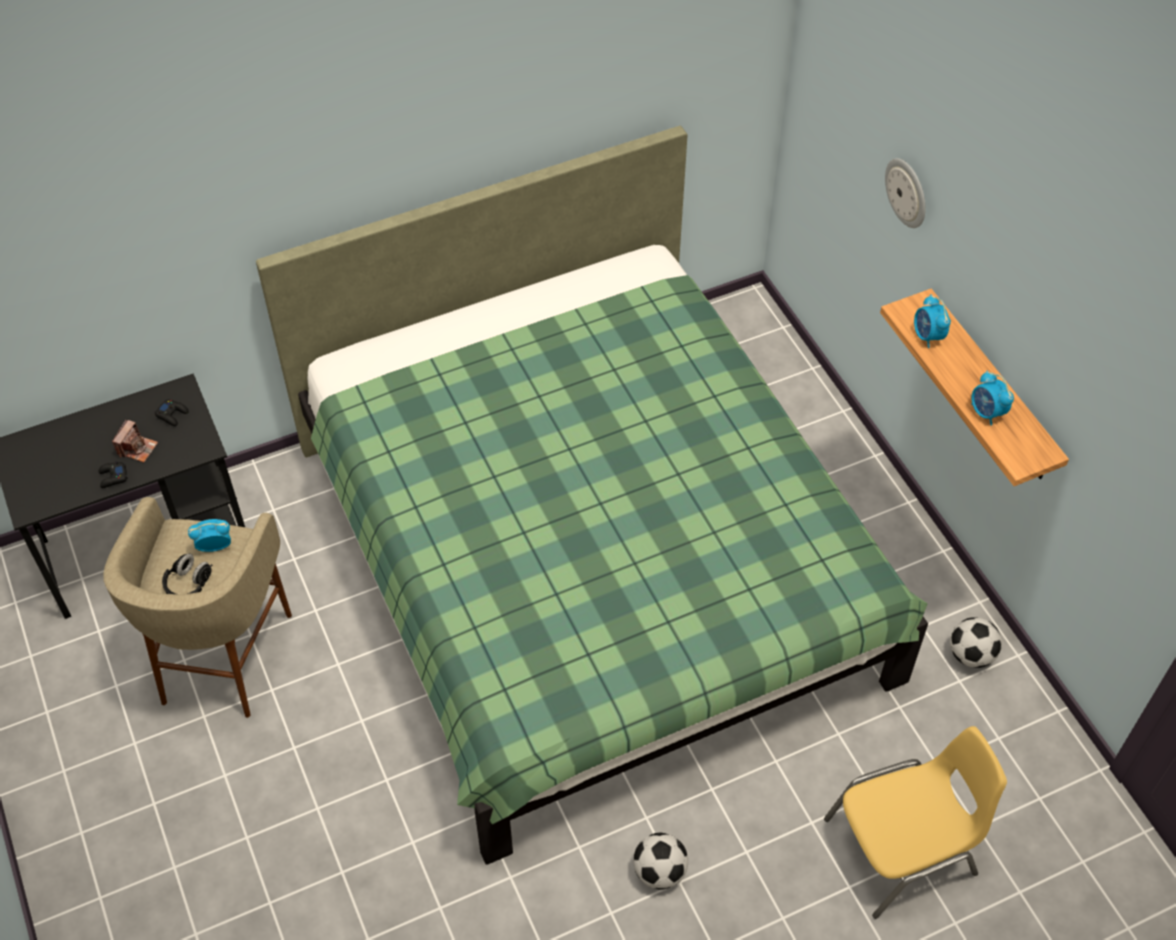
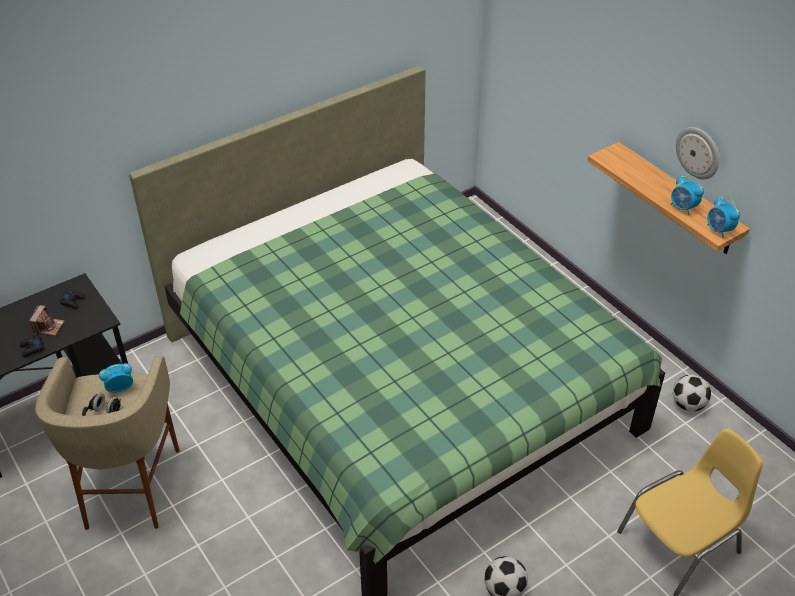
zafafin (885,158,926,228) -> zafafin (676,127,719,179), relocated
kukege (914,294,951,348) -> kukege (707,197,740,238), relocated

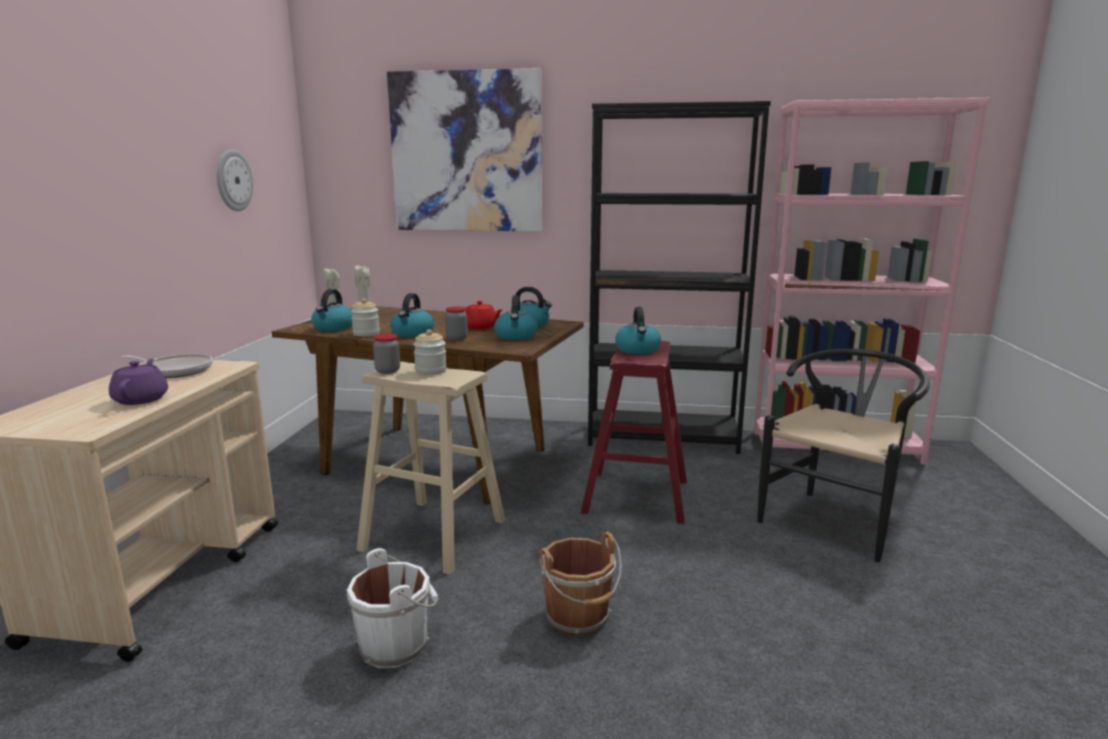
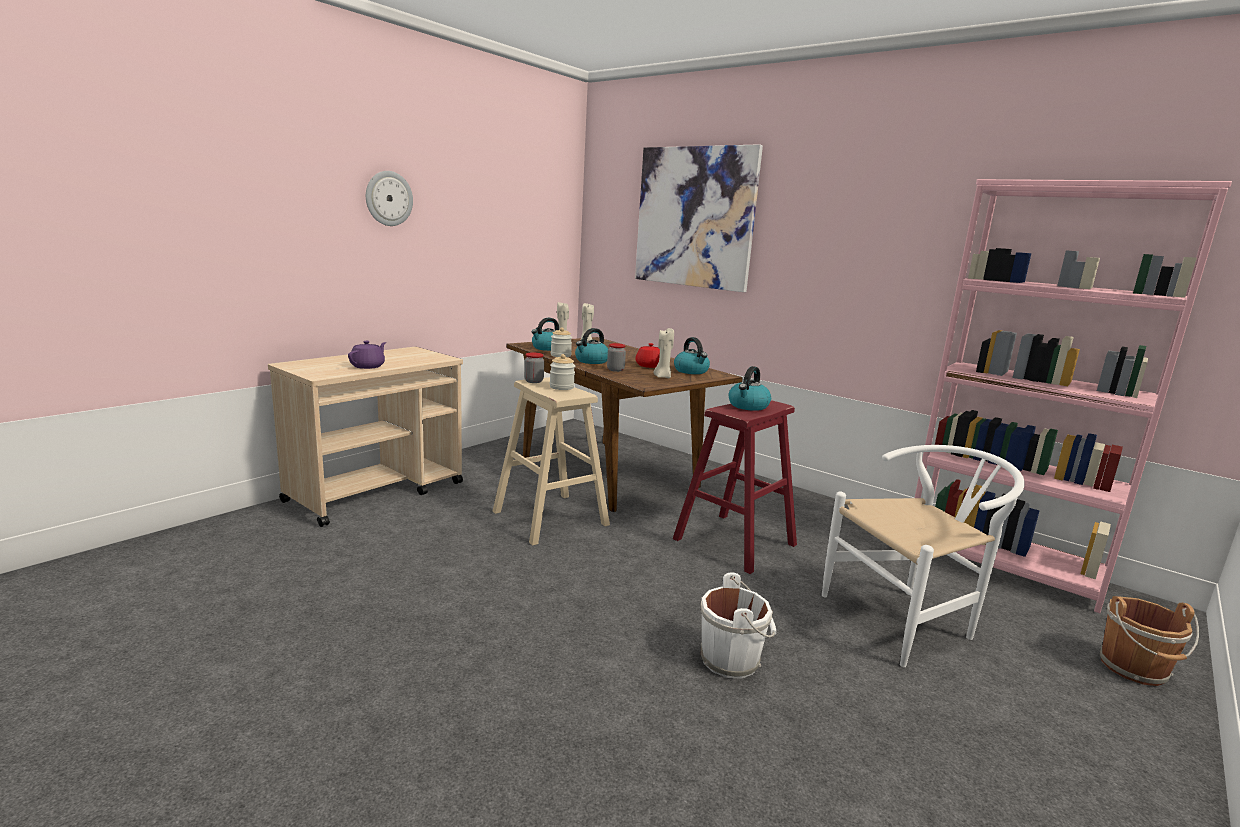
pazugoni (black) (588,101,771,454) -> none
zafafin (217,149,253,211) -> zafafin (366,171,413,226), relocated
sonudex (494,295,538,340) -> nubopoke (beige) (653,328,674,378)
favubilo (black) (757,349,930,562) -> favubilo (white) (822,445,1025,667)
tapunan (122,354,213,378) -> none
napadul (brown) (540,532,622,636) -> napadul (brown) (1100,596,1199,686), relocated
napadul (white) (346,548,438,668) -> napadul (white) (700,572,776,679), relocated

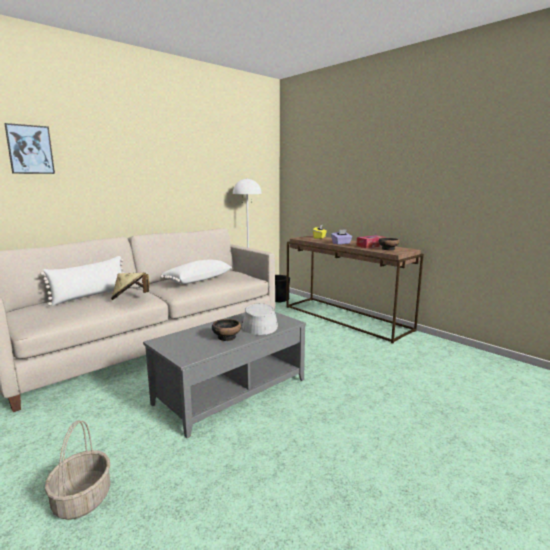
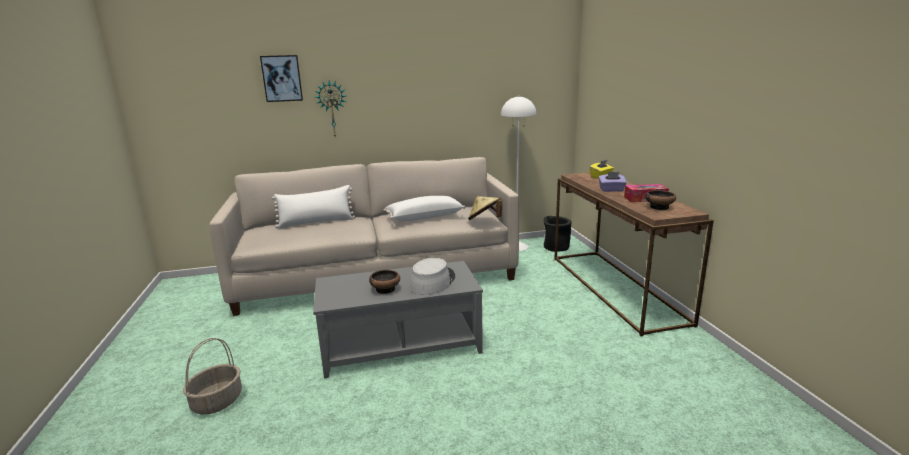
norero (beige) (111,272,149,300) -> norero (beige) (468,196,503,220), relocated
none -> zafafin (315,80,346,136)

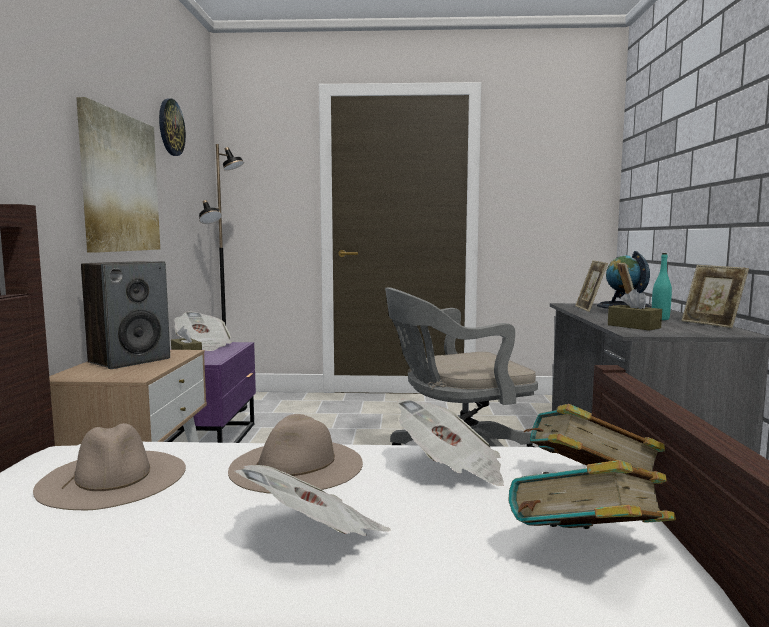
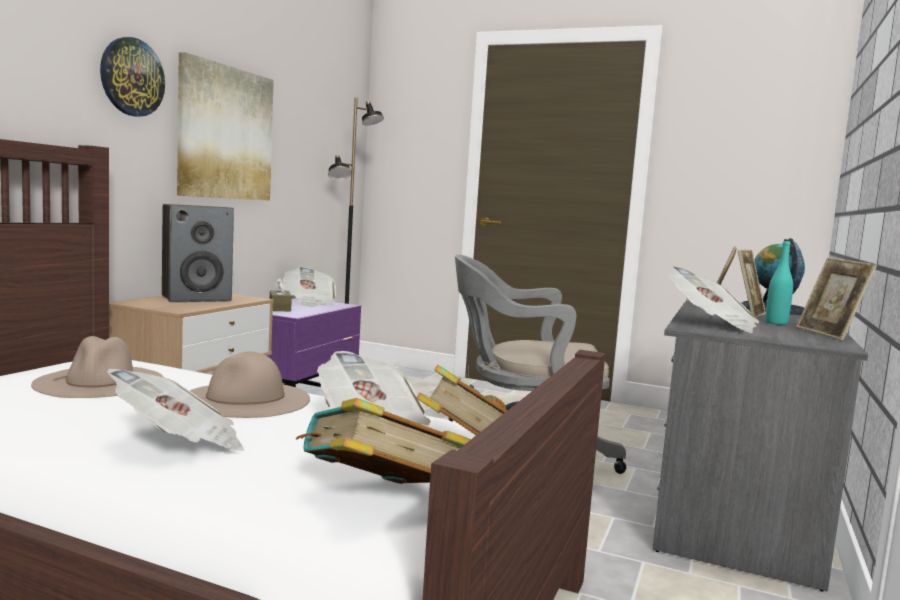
zafafin (159,99,186,156) -> zafafin (100,37,165,117), relocated
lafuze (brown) (608,289,662,331) -> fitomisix (668,266,759,333)

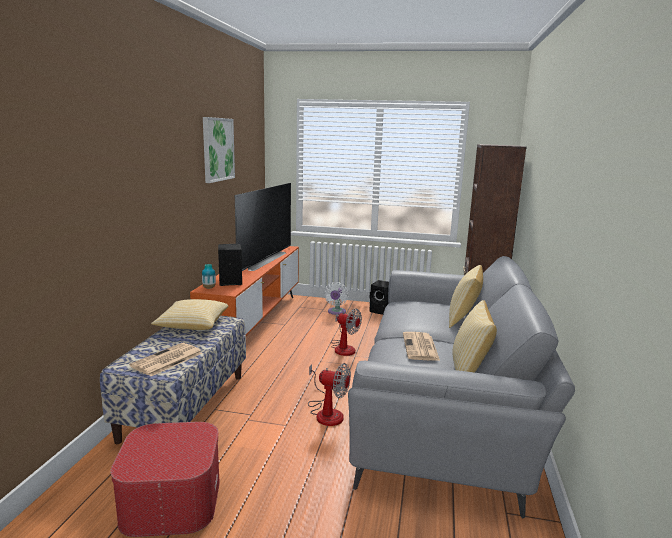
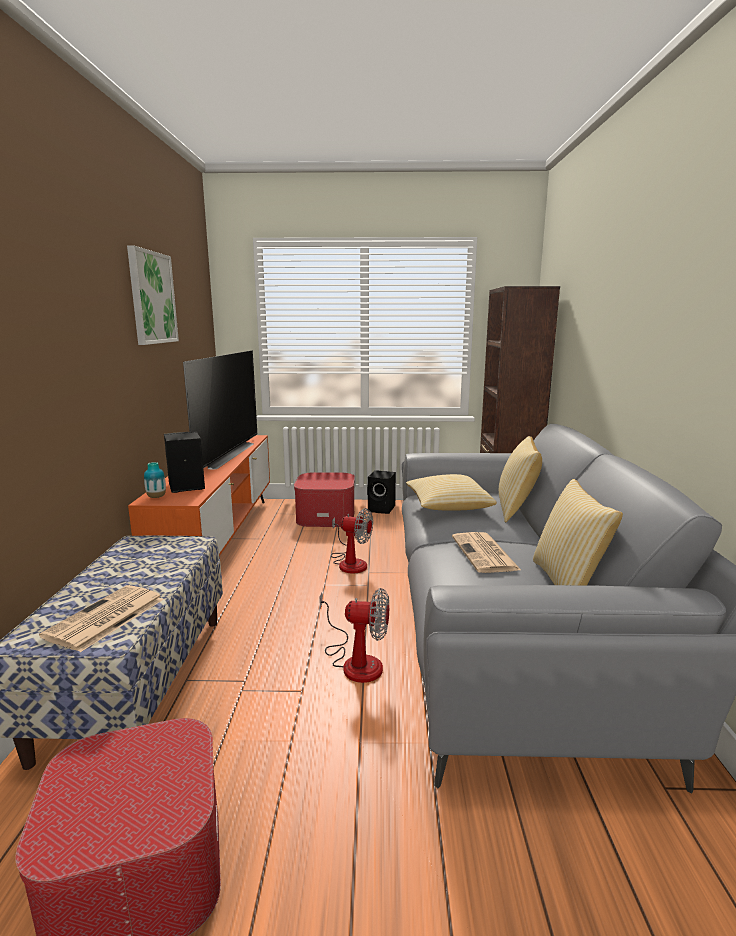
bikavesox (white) (324,282,348,315) -> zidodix (294,472,355,527)
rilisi (151,299,228,330) -> rilisi (406,474,497,510), relocated

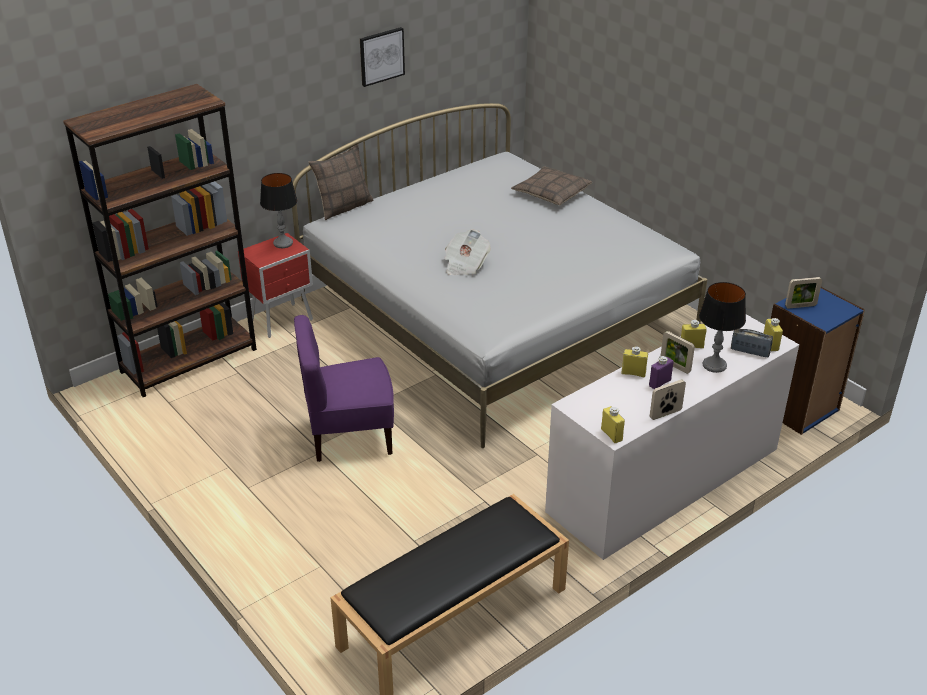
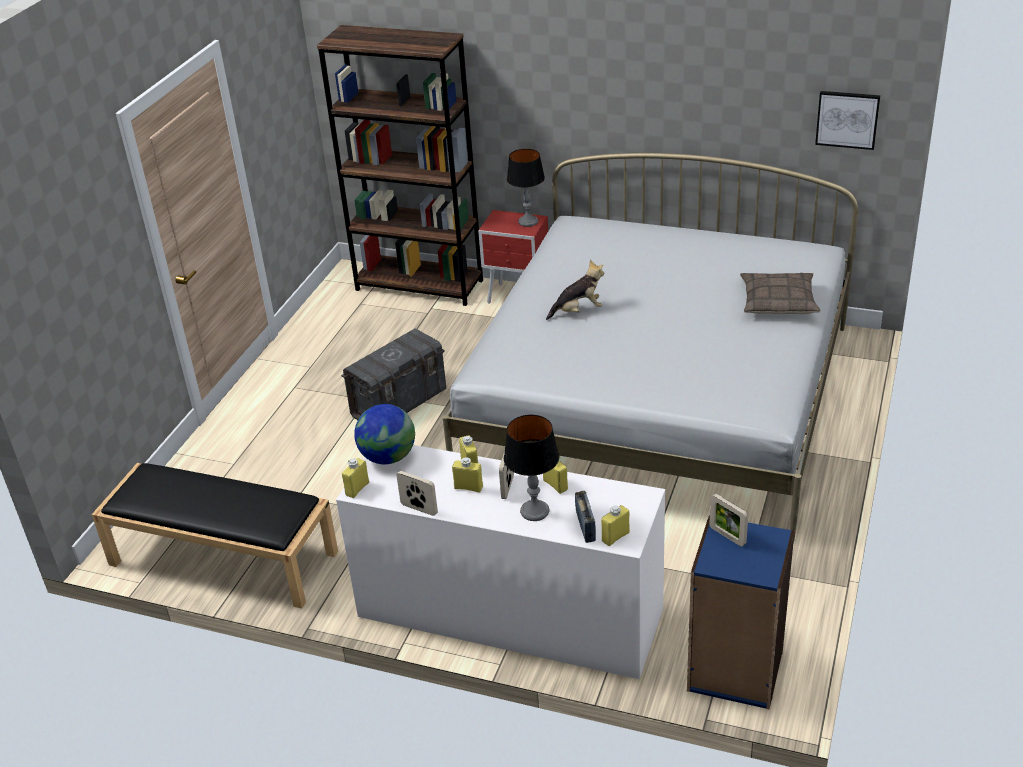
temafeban (360,27,405,87) -> temafeban (815,91,880,150), relocated
rilisi (308,144,373,220) -> none
fitomisix (444,229,491,275) -> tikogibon (546,260,604,320)
favubilo (purple) (294,315,394,462) -> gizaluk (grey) (341,328,446,420)
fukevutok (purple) (649,356,674,389) -> fukevutok (yellow) (452,457,483,493)
none -> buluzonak (354,404,415,464)

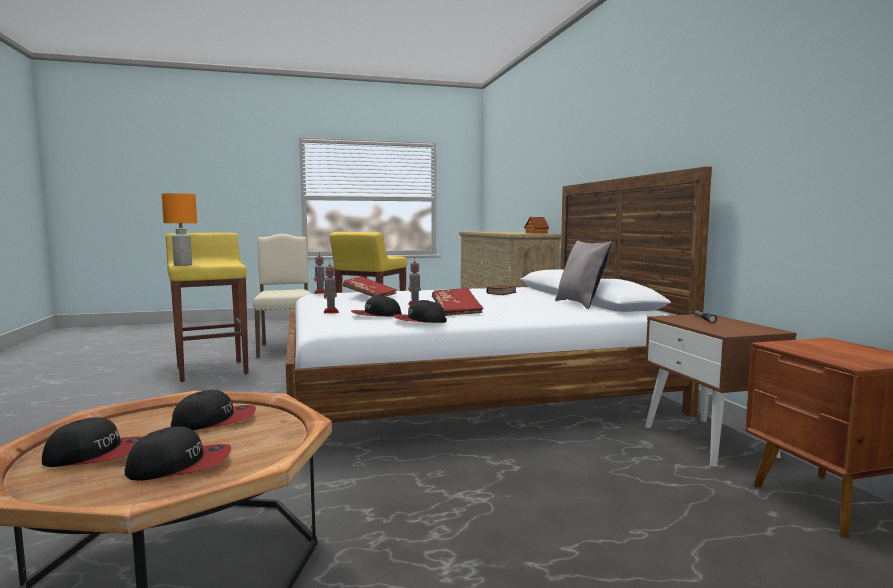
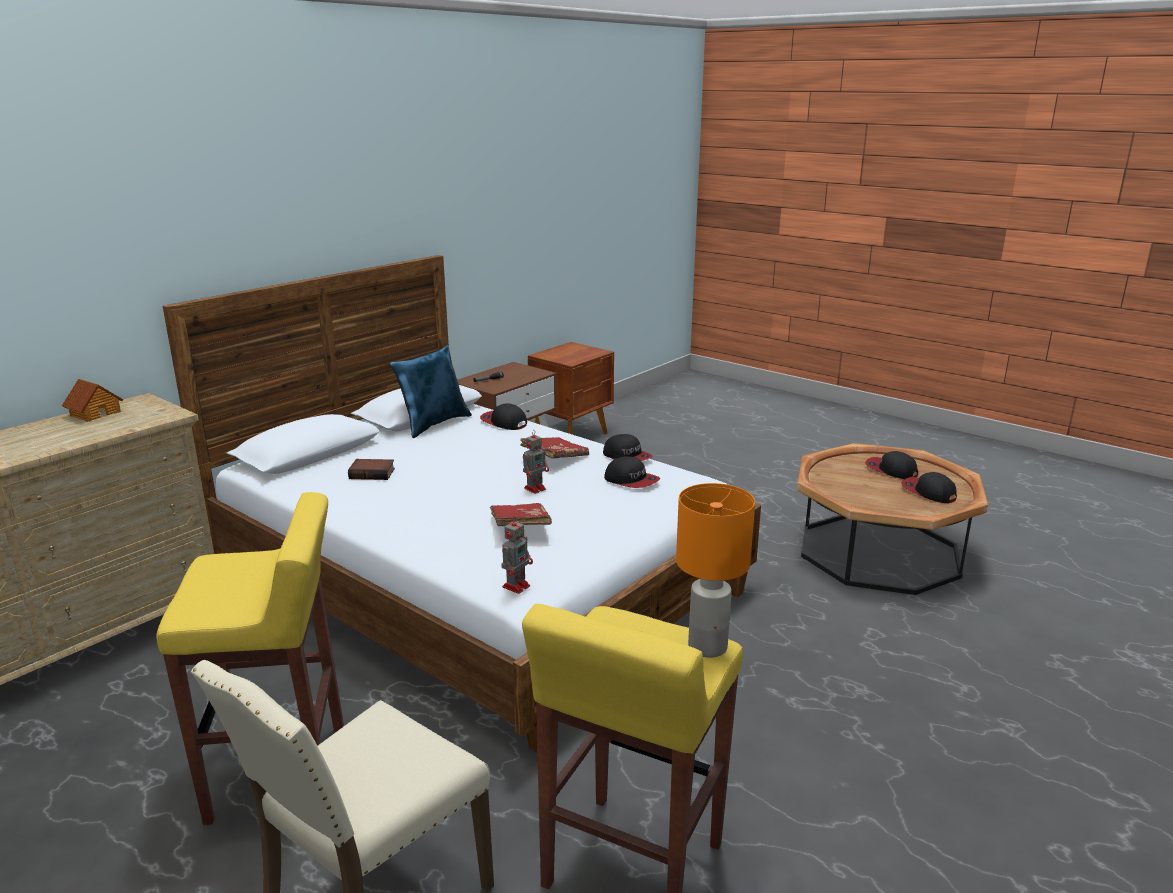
rilisi (grey) (555,241,612,309) -> rilisi (blue) (390,345,472,438)
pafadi (324,264,339,313) -> none
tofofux (171,390,256,430) -> tofofux (480,403,527,430), relocated

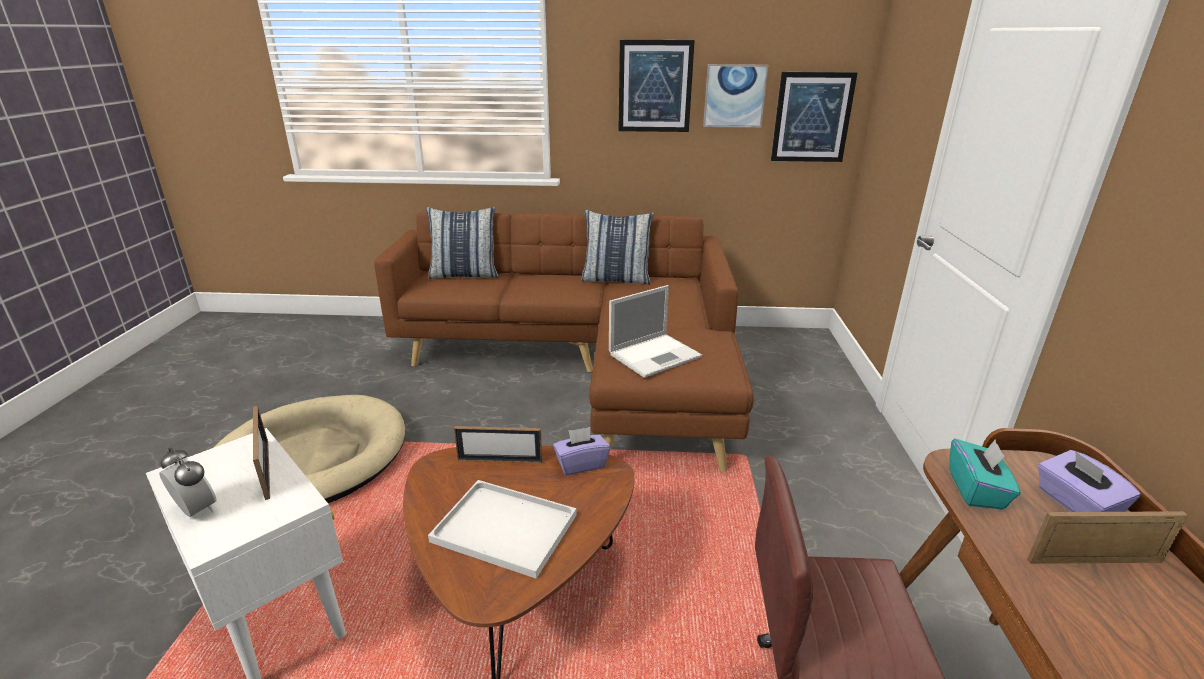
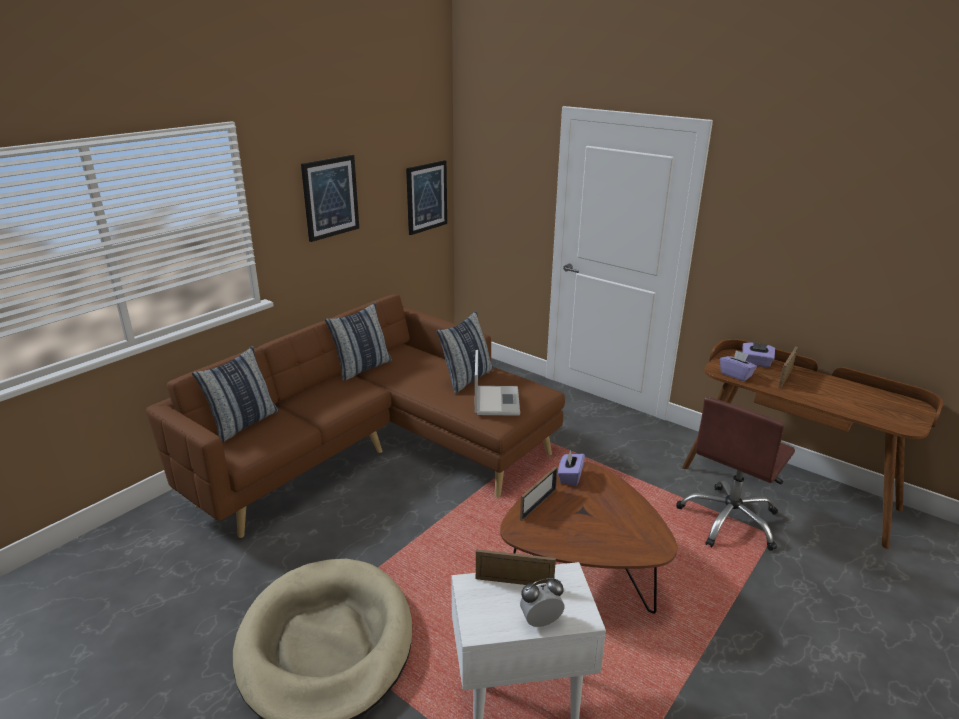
temafeban (703,64,768,128) -> none
lafuze (turquoise) (949,439,1021,509) -> lafuze (purple) (720,350,757,381)
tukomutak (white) (428,480,577,579) -> none
none -> rilisi (436,310,494,394)

